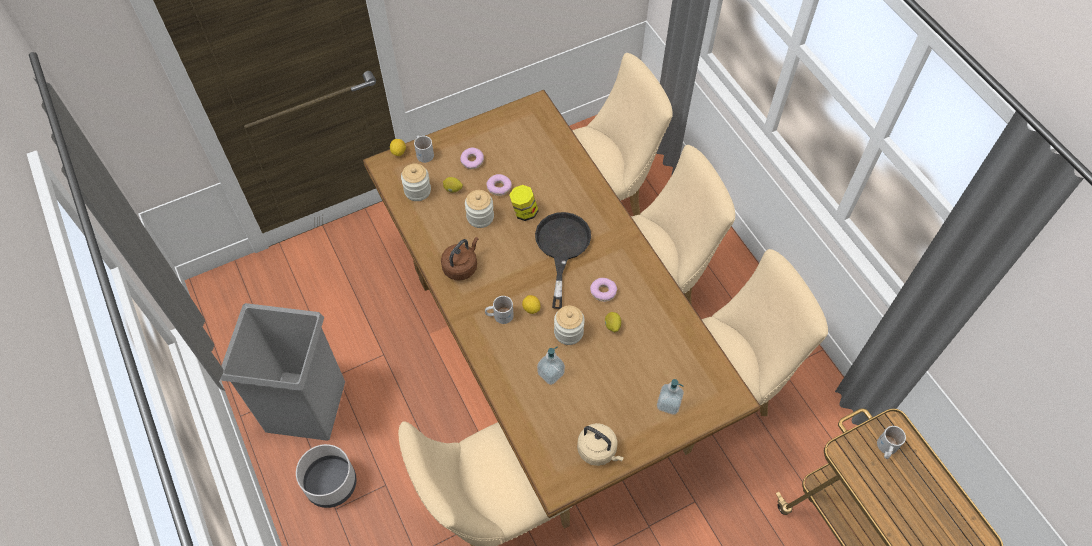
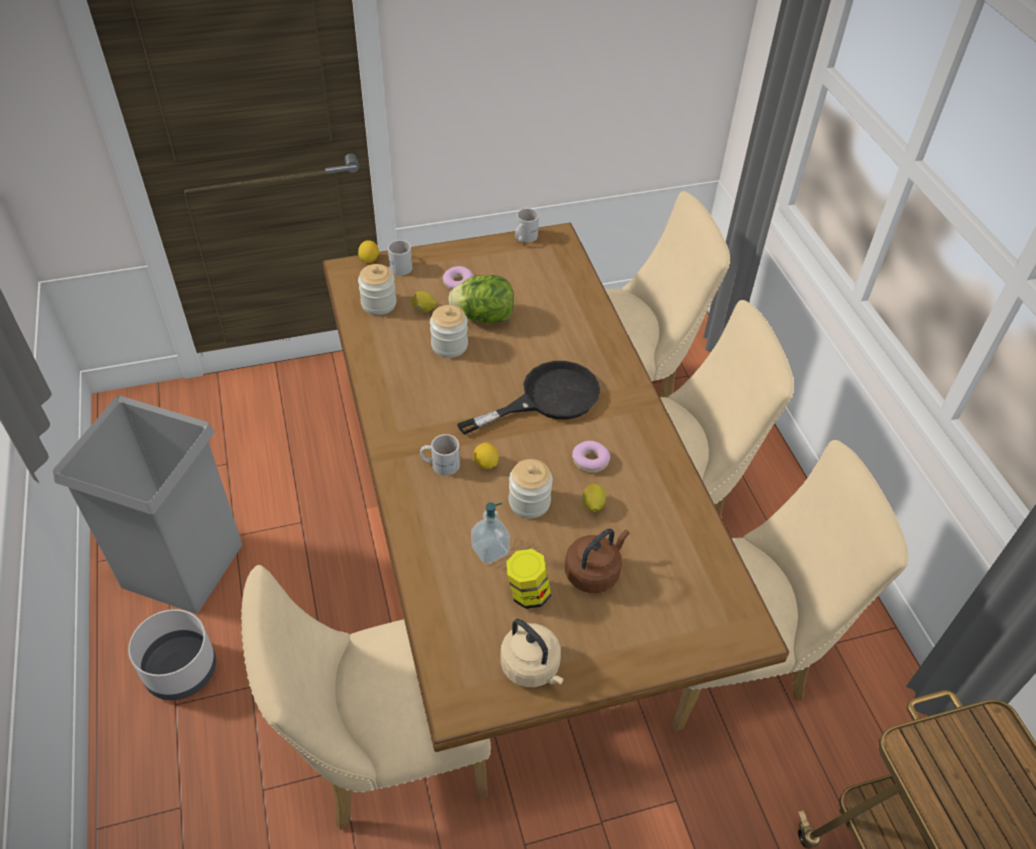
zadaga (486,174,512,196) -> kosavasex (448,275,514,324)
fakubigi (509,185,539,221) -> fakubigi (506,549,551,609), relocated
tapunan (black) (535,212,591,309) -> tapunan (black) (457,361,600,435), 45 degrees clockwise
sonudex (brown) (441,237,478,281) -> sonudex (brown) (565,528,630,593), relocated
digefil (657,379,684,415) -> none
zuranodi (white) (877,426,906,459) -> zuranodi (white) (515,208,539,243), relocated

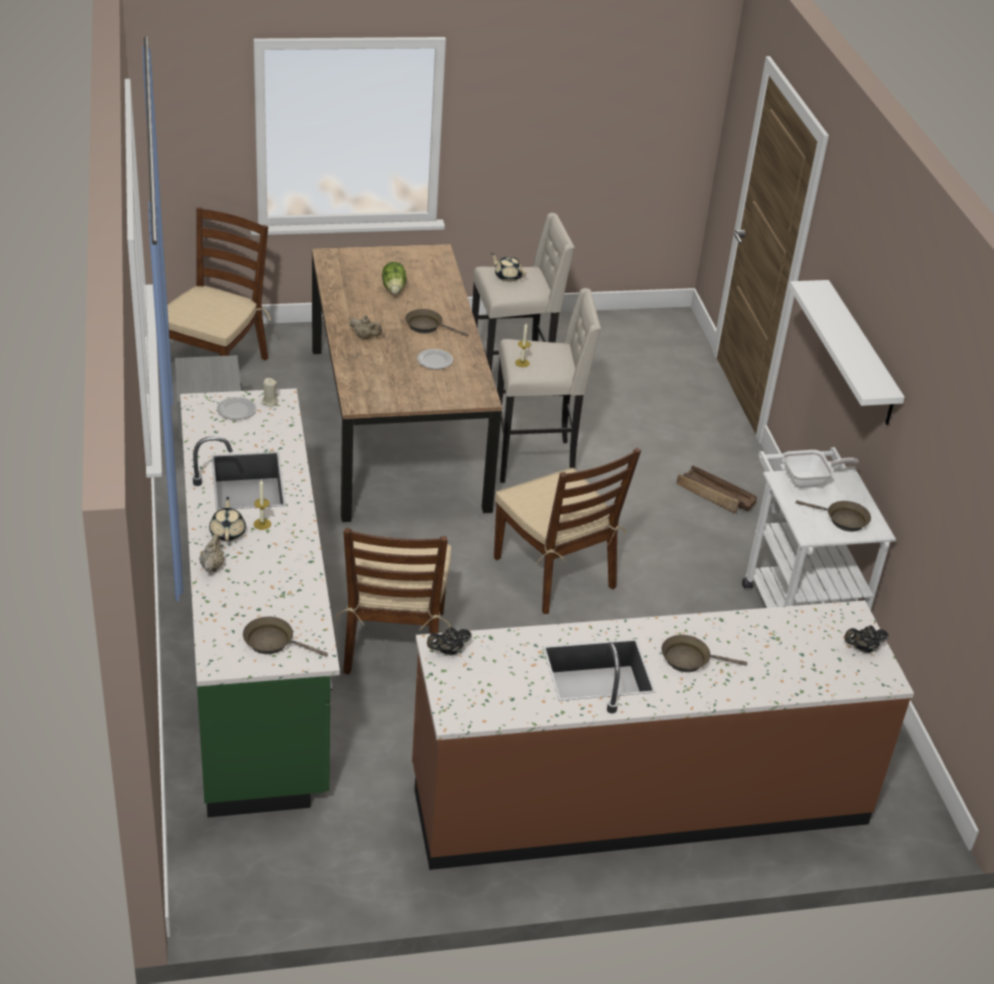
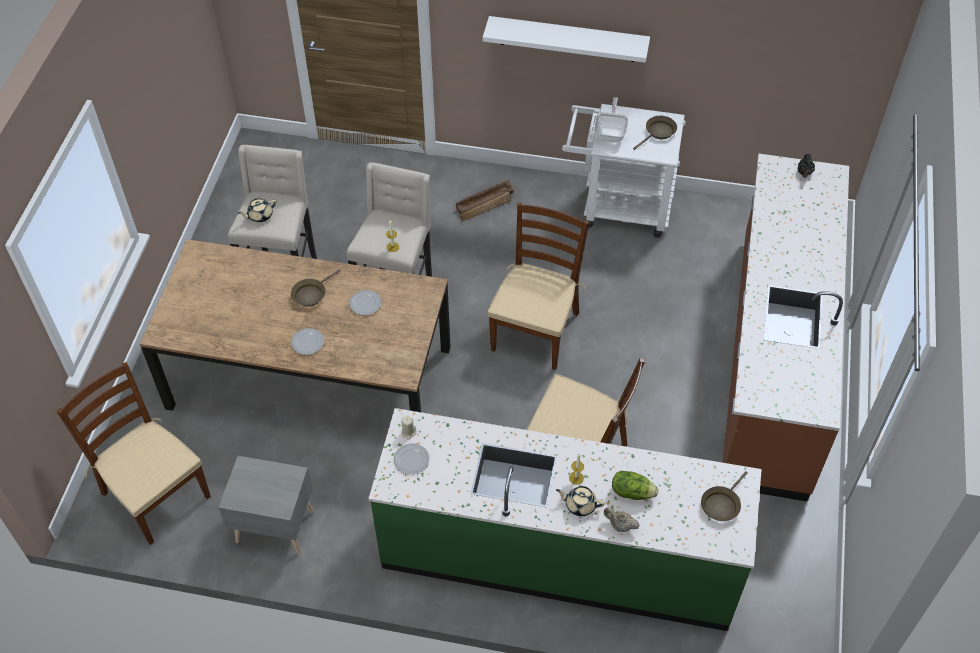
kosavasex (382,262,407,294) -> kosavasex (612,471,658,500), relocated
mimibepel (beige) (349,315,382,339) -> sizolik (291,328,324,355)
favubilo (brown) (494,448,641,614) -> favubilo (brown) (488,203,589,370), 60 degrees counterclockwise
mimibepel (black) (427,627,472,655) -> none
tapunan (brown) (661,635,747,672) -> none

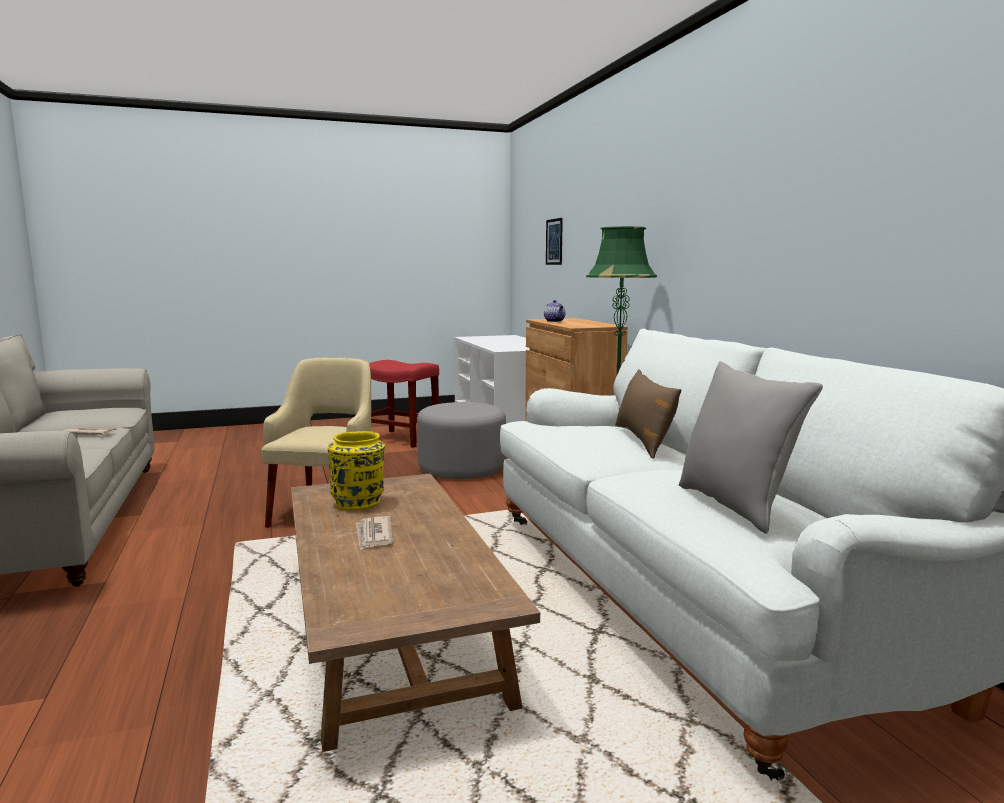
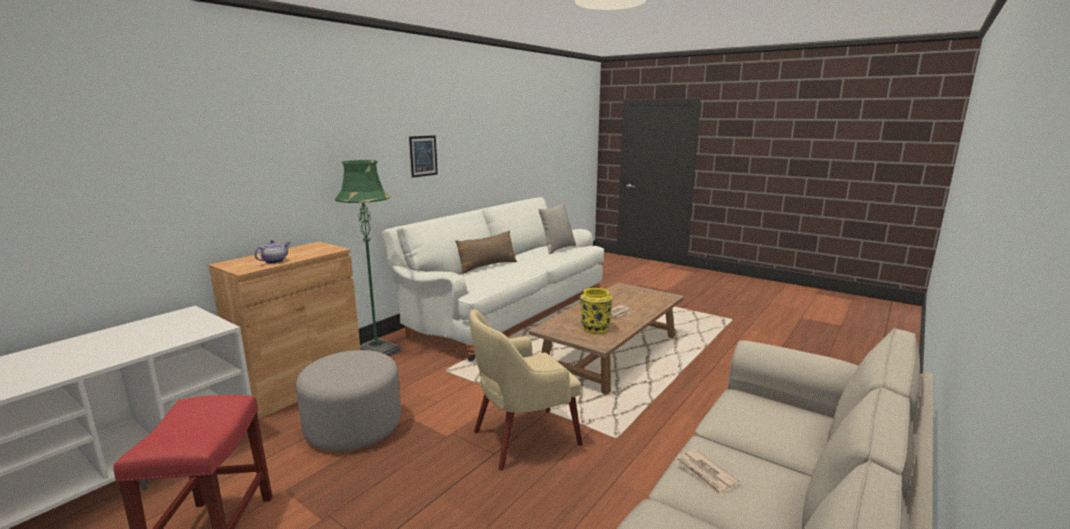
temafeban (546,218,563,265) -> temafeban (409,135,438,178), relocated

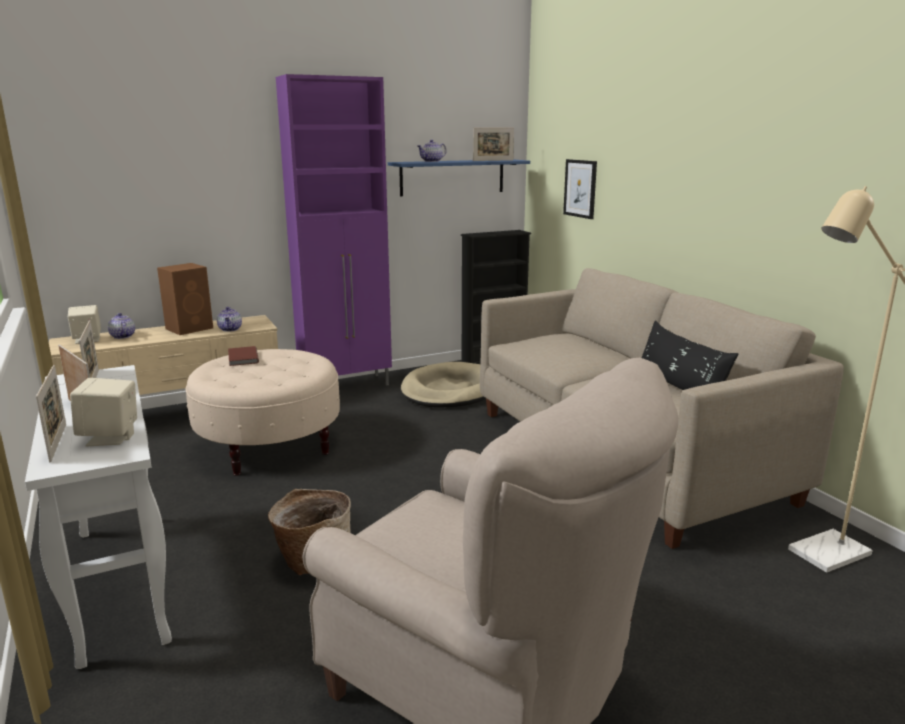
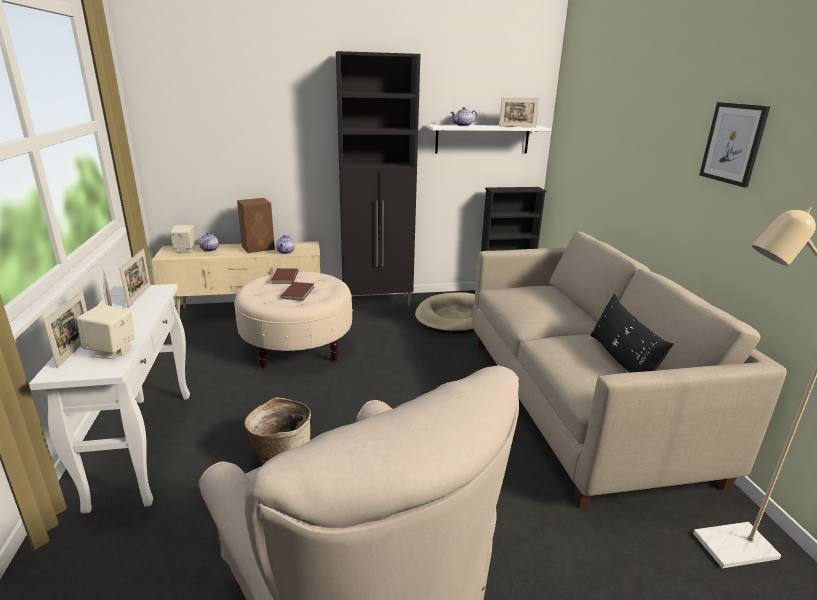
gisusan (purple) (276,74,392,386) -> gisusan (black) (336,51,420,306)
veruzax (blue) (388,159,530,196) -> veruzax (white) (426,125,551,154)
temafeban (563,159,597,219) -> temafeban (699,102,771,188), relocated
none -> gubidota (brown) (280,282,314,301)

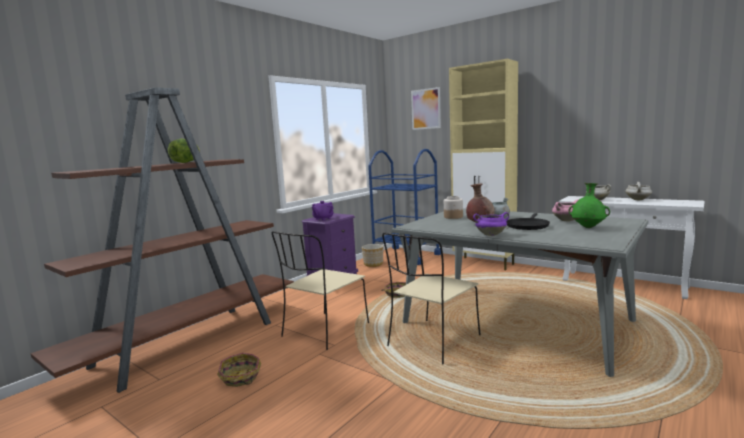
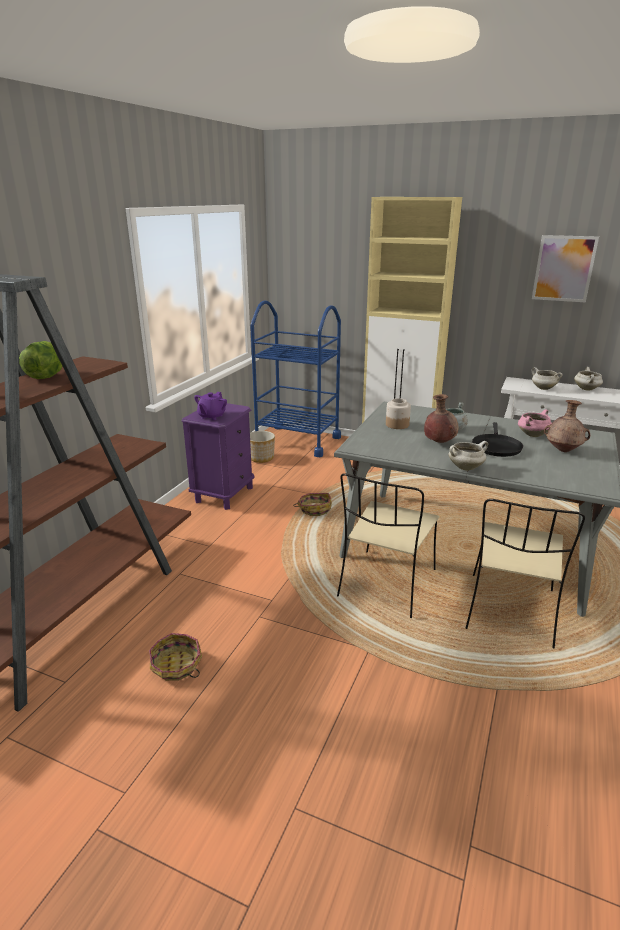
temafeban (411,87,441,130) -> temafeban (532,235,599,302), relocated
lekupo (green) (568,183,610,228) -> lekupo (brown) (544,400,590,452)
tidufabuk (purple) (473,212,509,236) -> tidufabuk (white) (449,441,488,471)
favubilo (beige) (272,231,369,350) -> favubilo (beige) (466,499,585,648), relocated

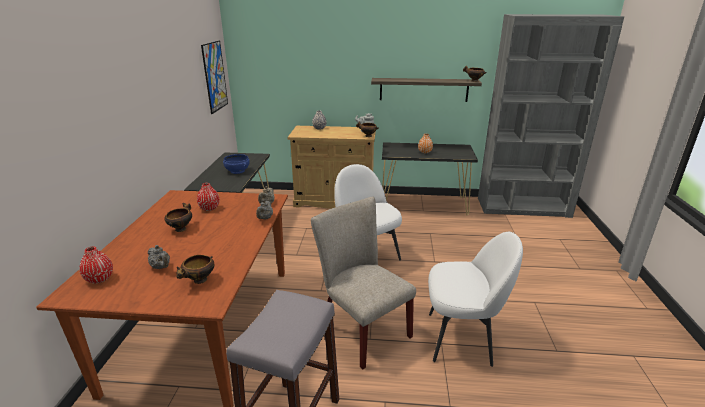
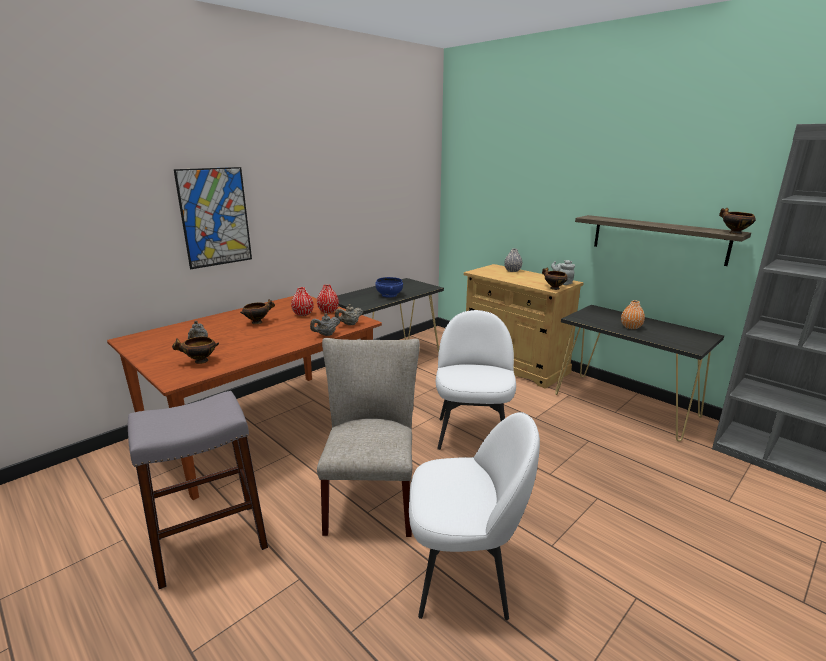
temafeban (201,41,228,114) -> temafeban (174,167,252,269), relocated
favubilo (white) (428,232,523,367) -> favubilo (white) (409,412,540,620), 45 degrees counterclockwise
lekupo (red) (80,246,113,284) -> lekupo (red) (317,285,339,313), relocated

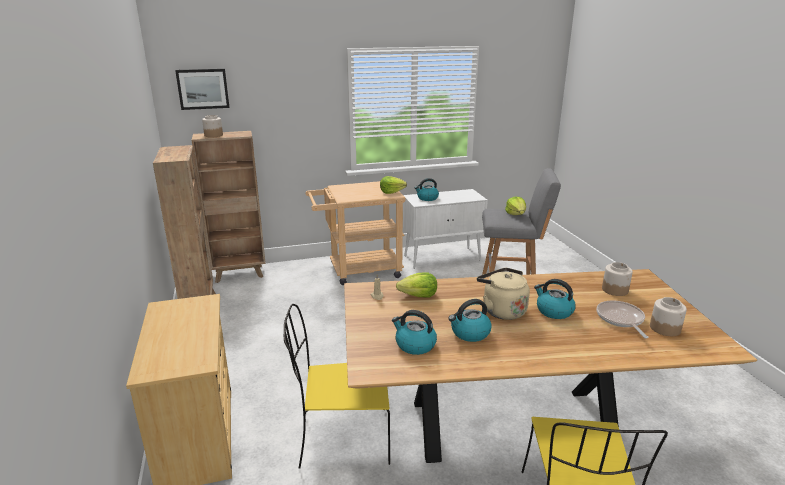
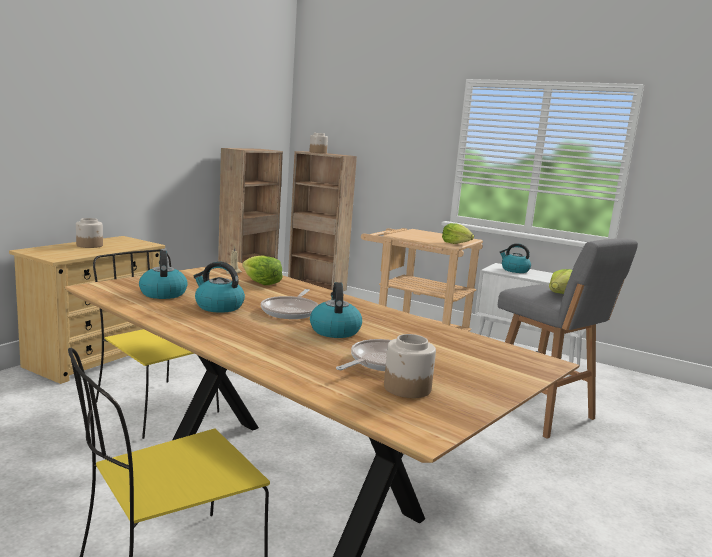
temafeban (175,69,230,110) -> none
fakubigi (602,262,633,296) -> fakubigi (76,218,103,248), relocated
sonudex (beige) (477,268,530,320) -> tapunan (261,289,318,319)

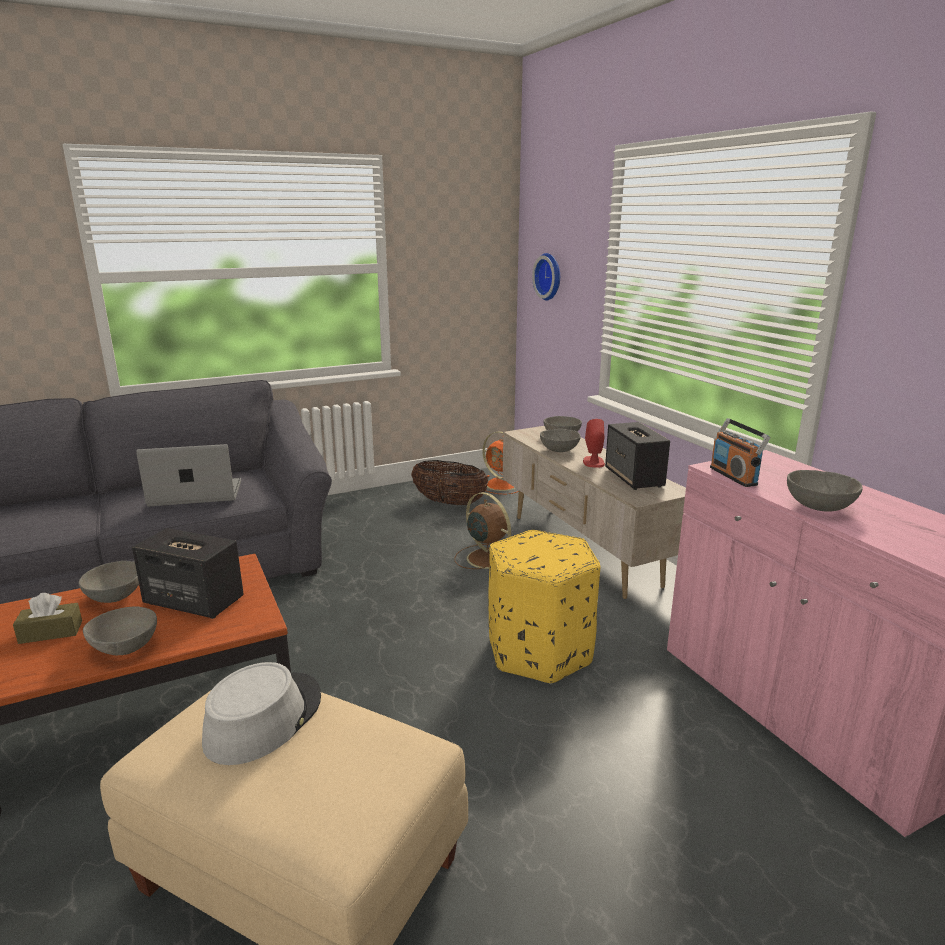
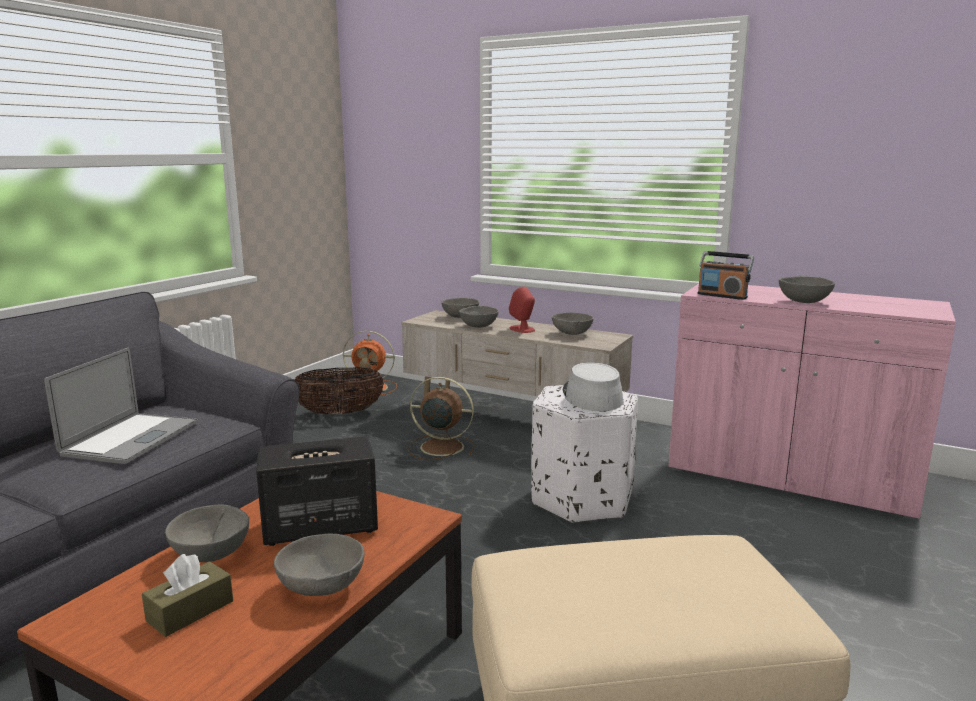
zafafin (532,253,560,301) -> none
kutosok (605,422,670,490) -> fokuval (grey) (552,313,594,335)
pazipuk (136,444,241,507) -> pazipuk (44,348,198,464), 150 degrees clockwise
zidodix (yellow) (488,530,600,684) -> zidodix (white) (531,385,638,523)
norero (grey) (202,662,321,765) -> norero (grey) (563,362,623,411), relocated

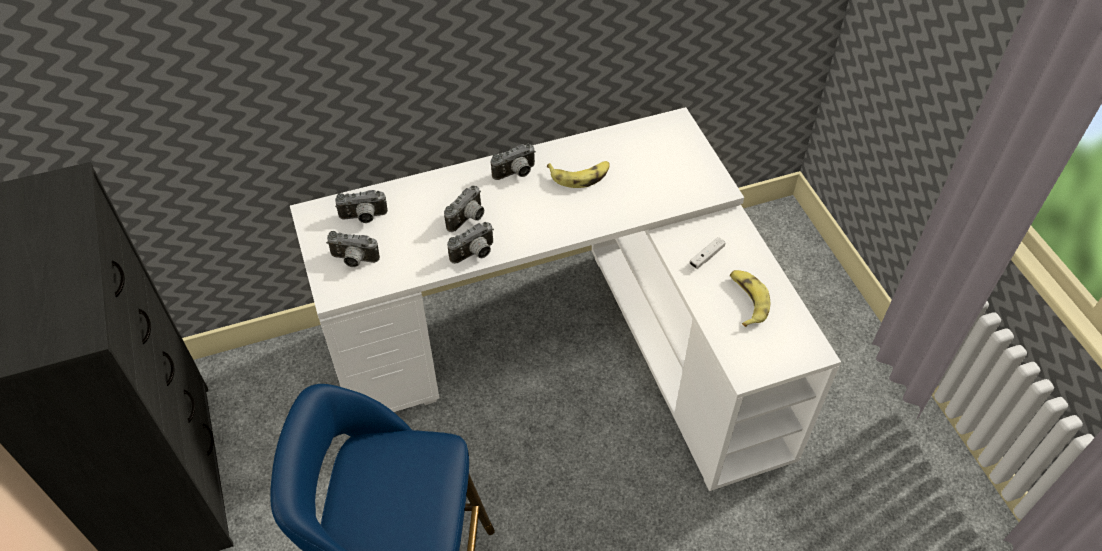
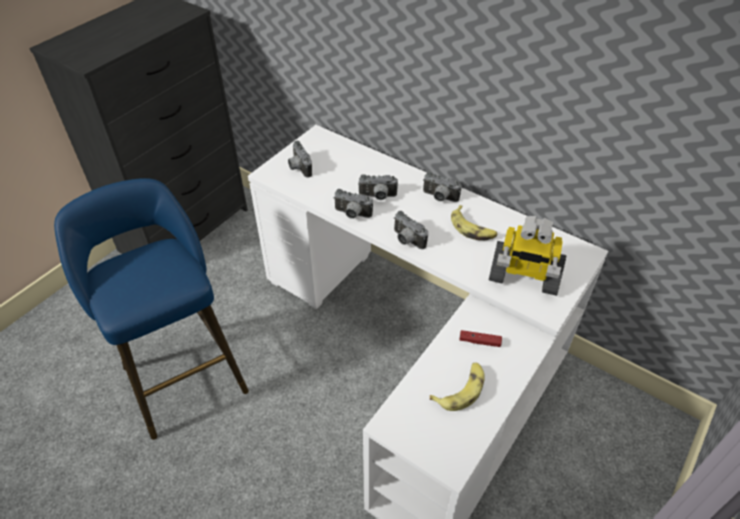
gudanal (335,190,388,223) -> gudanal (394,211,428,249), relocated
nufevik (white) (689,237,726,269) -> nufevik (red) (459,330,502,347)
none -> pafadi (489,216,567,296)

